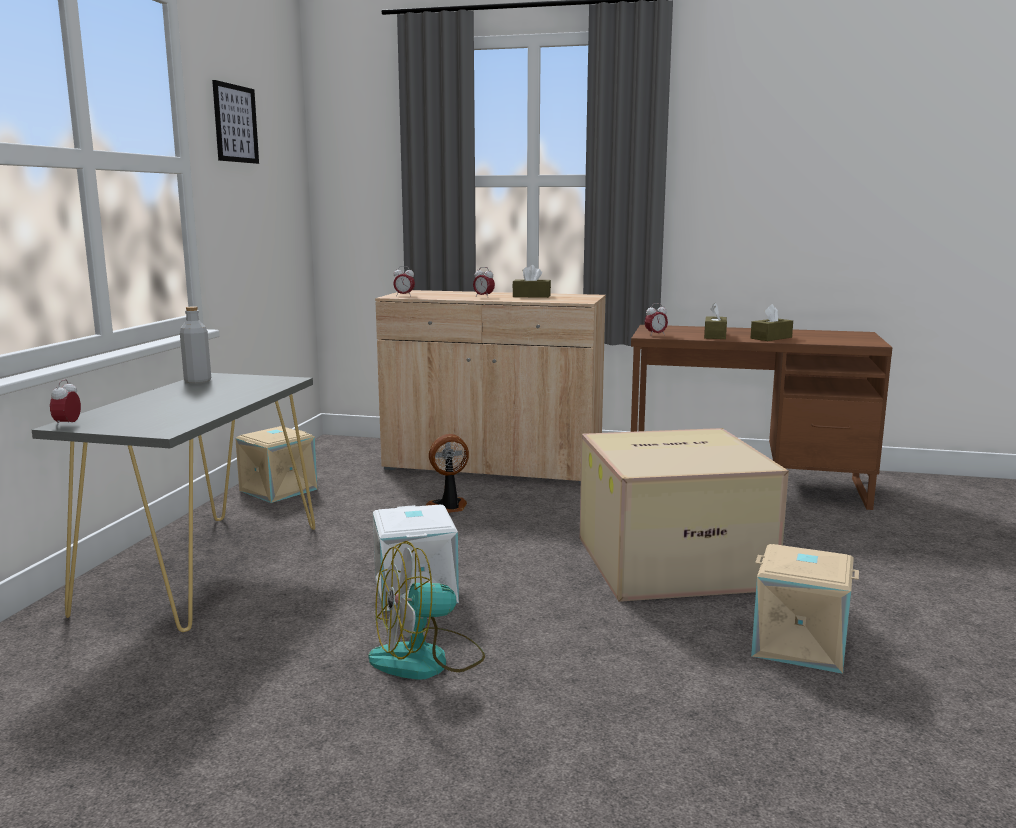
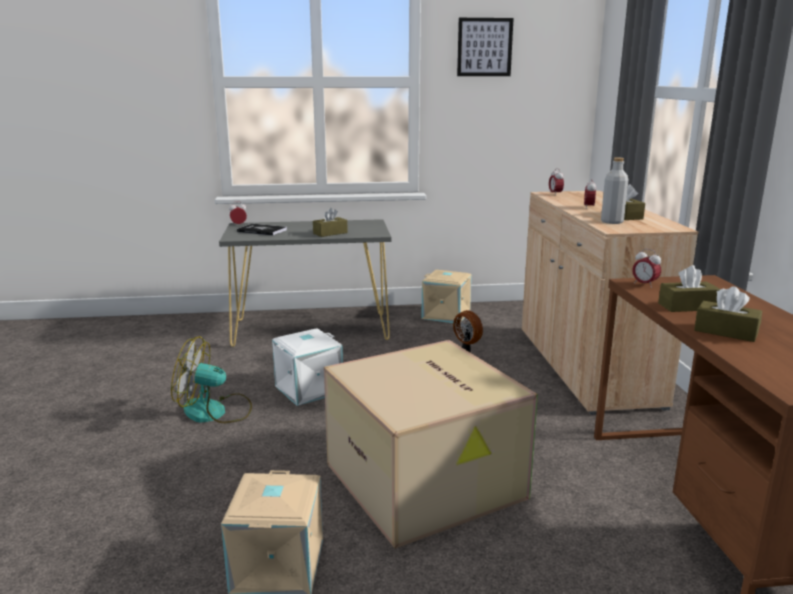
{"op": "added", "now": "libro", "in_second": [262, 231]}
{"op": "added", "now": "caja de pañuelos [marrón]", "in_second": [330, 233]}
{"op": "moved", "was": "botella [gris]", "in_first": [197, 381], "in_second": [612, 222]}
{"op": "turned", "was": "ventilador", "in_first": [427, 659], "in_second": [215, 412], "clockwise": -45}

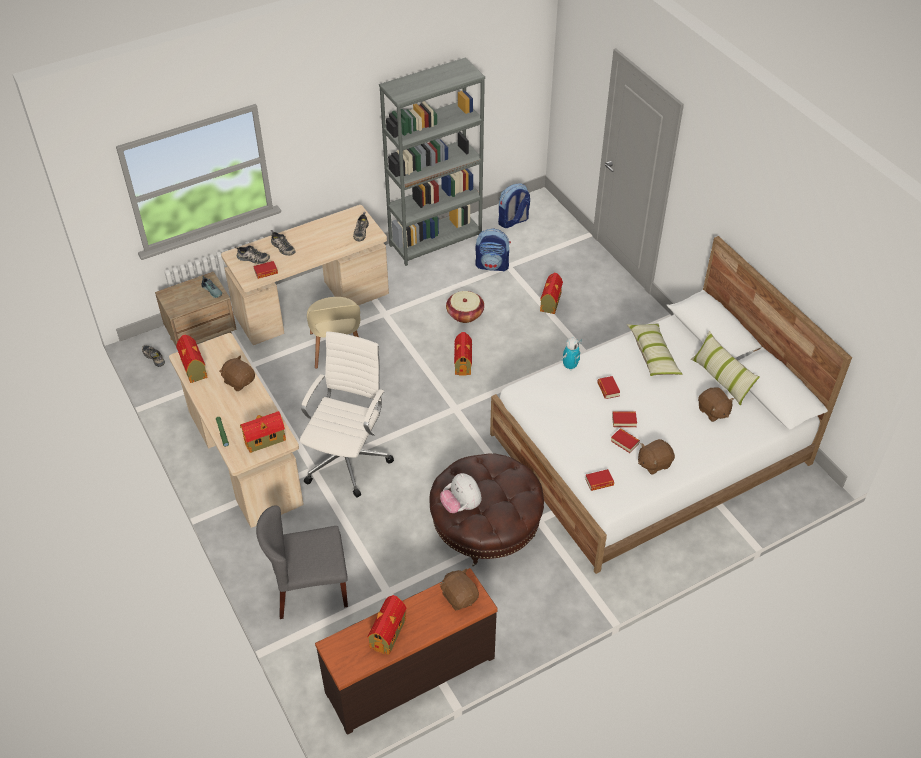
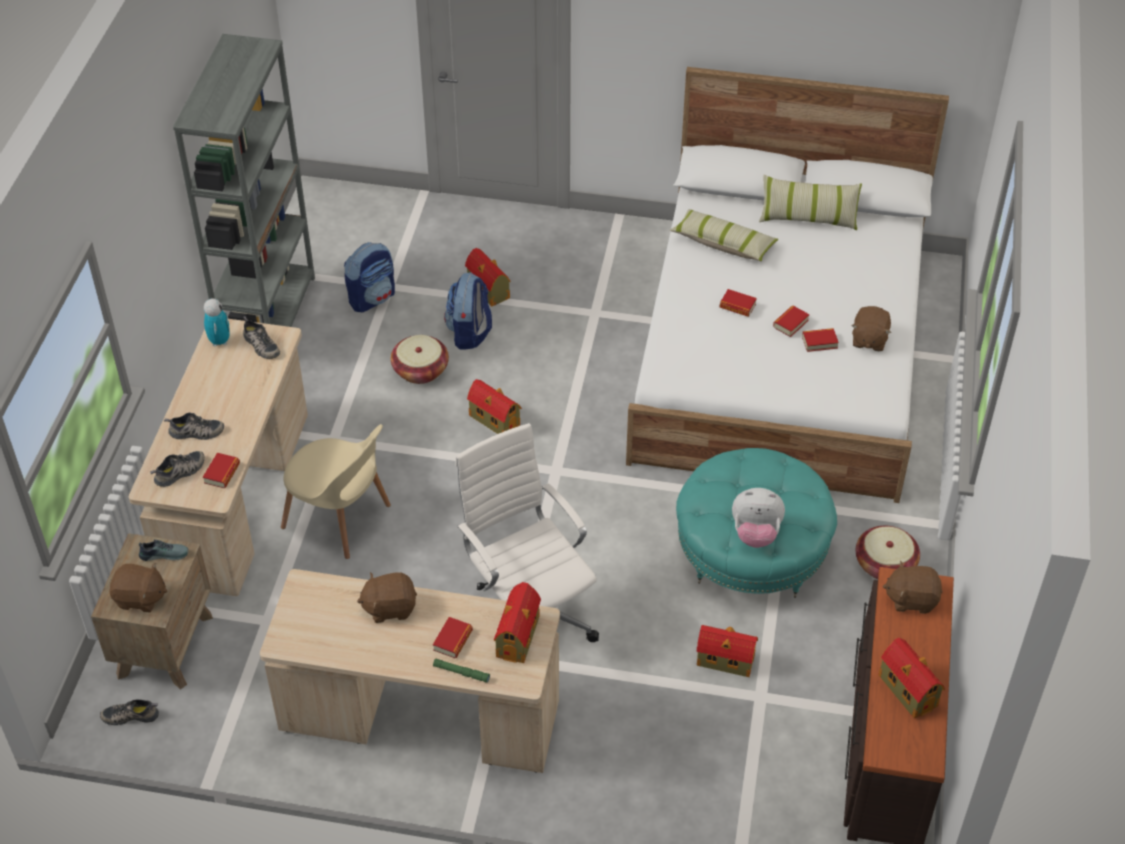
{"op": "removed", "was": "silla [gris]", "in_first": [310, 589]}
{"op": "added", "now": "cesta", "in_second": [884, 564]}
{"op": "moved", "was": "casita", "in_first": [194, 369], "in_second": [726, 661]}
{"op": "moved", "was": "mochila", "in_first": [513, 221], "in_second": [470, 333]}
{"op": "moved", "was": "robot de juguete", "in_first": [570, 366], "in_second": [219, 341]}
{"op": "moved", "was": "libro", "in_first": [599, 482], "in_second": [453, 640]}
{"op": "moved", "was": "peluche [marrón]", "in_first": [713, 411], "in_second": [140, 598]}
{"op": "recoloured", "was": "puf [marrón]", "now": "puf [turquesa]", "in_first": [486, 526], "in_second": [751, 551]}

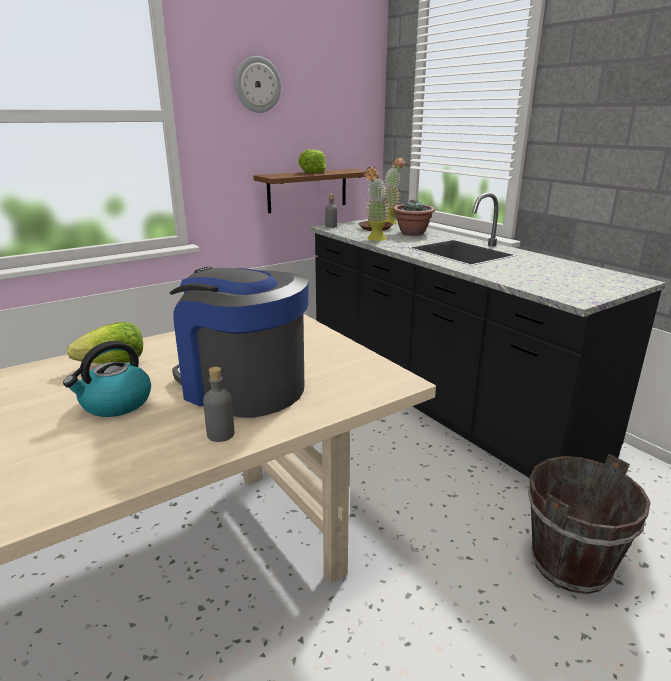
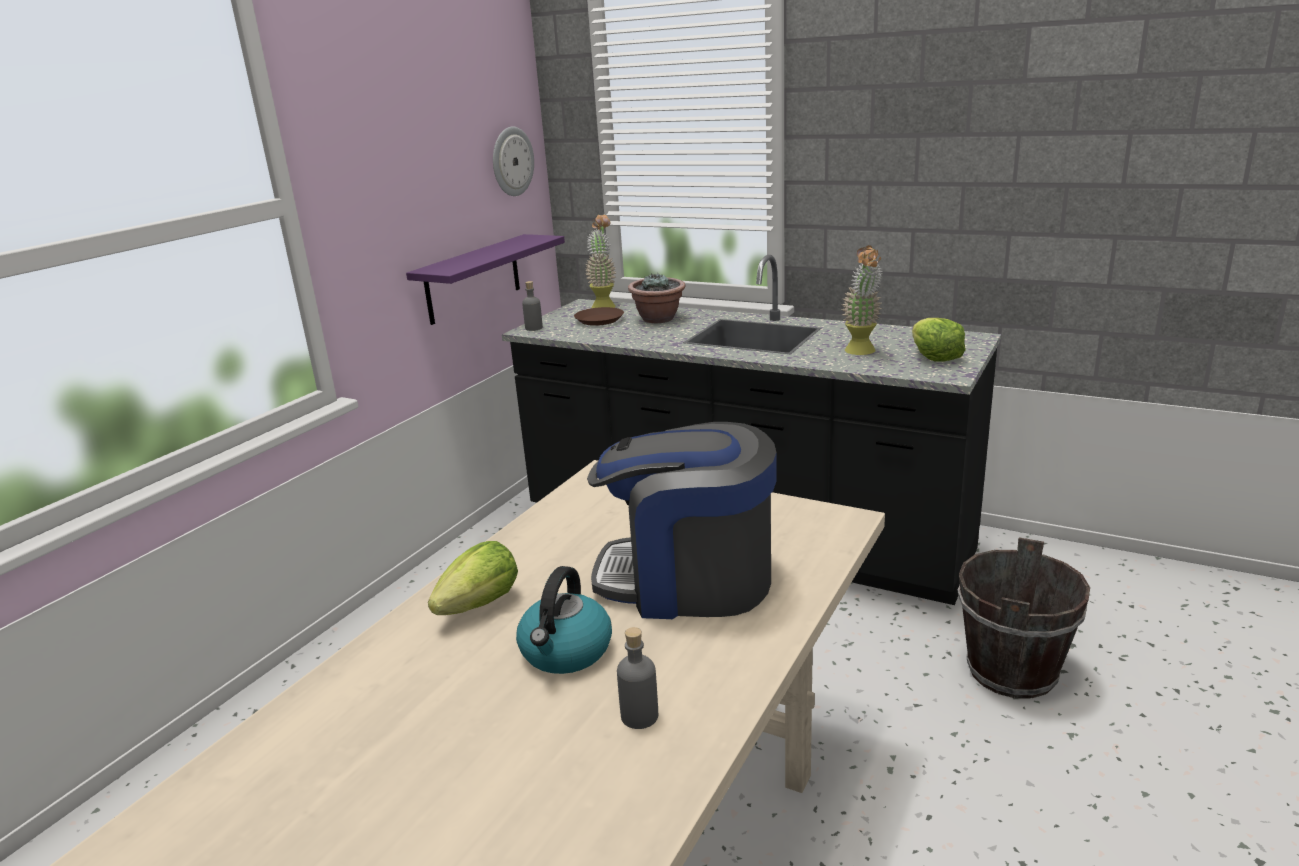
{"op": "moved", "was": "botella [gris]", "in_first": [220, 434], "in_second": [639, 716]}
{"op": "moved", "was": "reloj de pared", "in_first": [257, 85], "in_second": [512, 161]}
{"op": "moved", "was": "lechuga", "in_first": [313, 172], "in_second": [934, 357]}
{"op": "moved", "was": "planta en maceta", "in_first": [375, 239], "in_second": [862, 353]}
{"op": "recoloured", "was": "estante [marrón]", "now": "estante [morado]", "in_first": [307, 190], "in_second": [473, 279]}

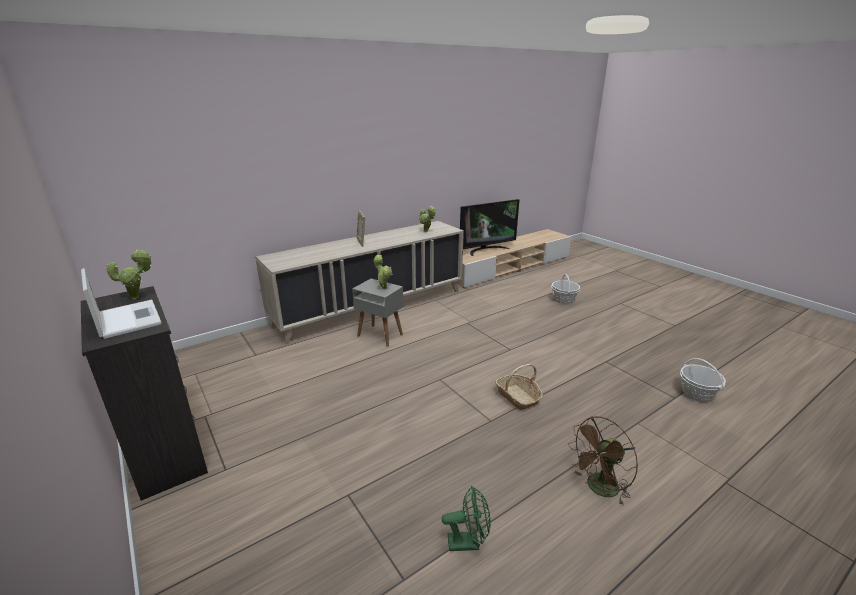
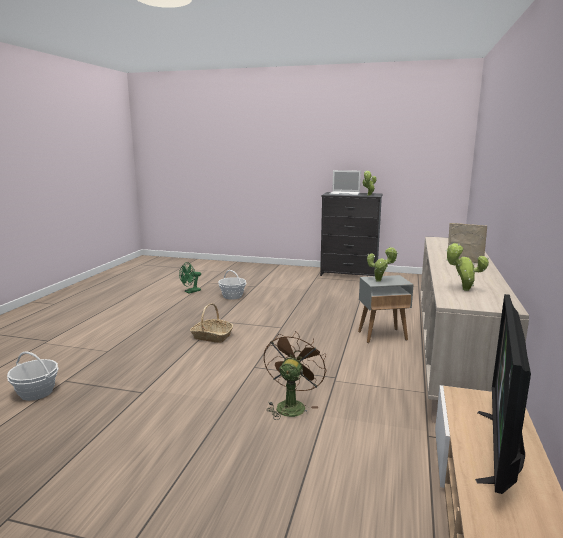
{"op": "moved", "was": "cesta", "in_first": [563, 300], "in_second": [232, 296]}
{"op": "moved", "was": "ventilador [marrón]", "in_first": [599, 489], "in_second": [291, 405]}

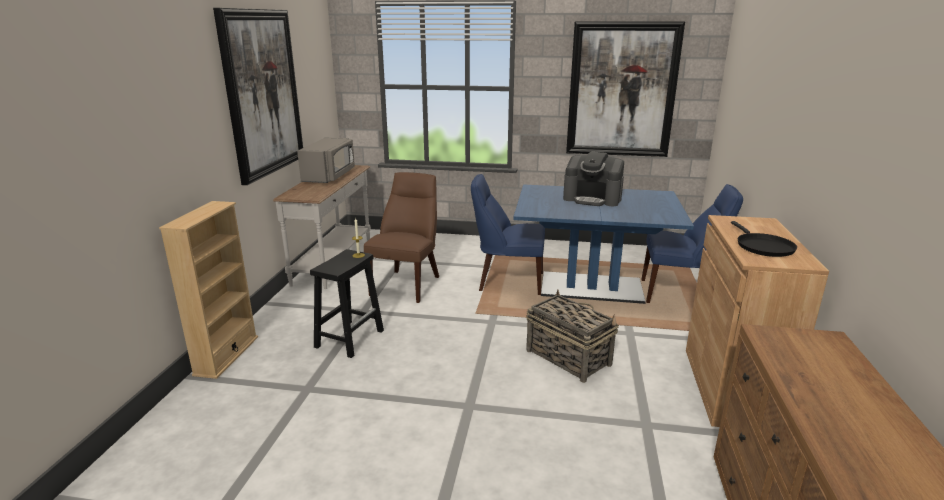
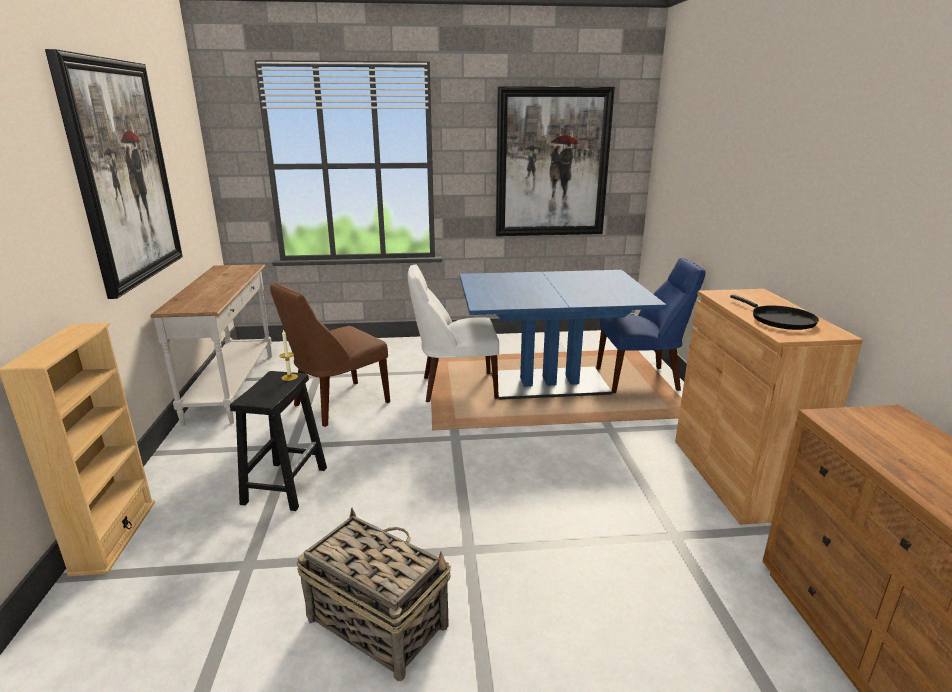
{"op": "removed", "was": "microondas [gris]", "in_first": [330, 176]}
{"op": "removed", "was": "cafetera", "in_first": [592, 199]}
{"op": "moved", "was": "cesta", "in_first": [567, 357], "in_second": [376, 621]}
{"op": "recoloured", "was": "silla [azul]", "now": "silla [blanco]", "in_first": [507, 282], "in_second": [455, 387]}
{"op": "turned", "was": "silla [marrón]", "in_first": [407, 284], "in_second": [337, 405], "clockwise": -135}

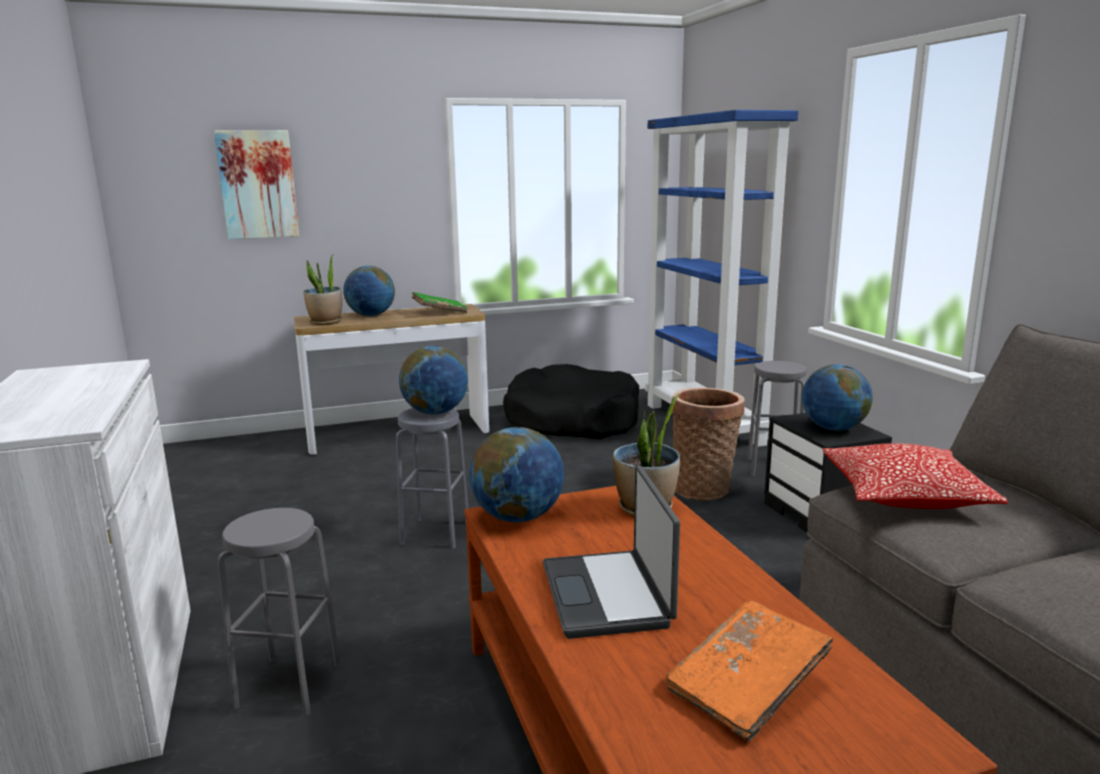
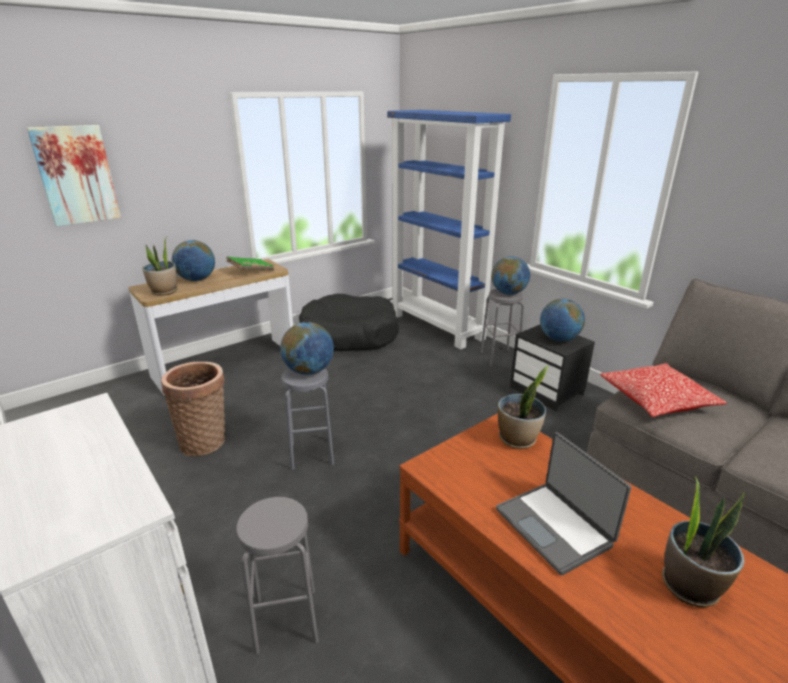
{"op": "moved", "was": "globo terráqueo", "in_first": [518, 517], "in_second": [508, 293]}
{"op": "moved", "was": "cesta", "in_first": [703, 488], "in_second": [205, 441]}
{"op": "replaced", "was": "libro [naranja]", "now": "planta en maceta", "in_first": [747, 687], "in_second": [690, 585]}

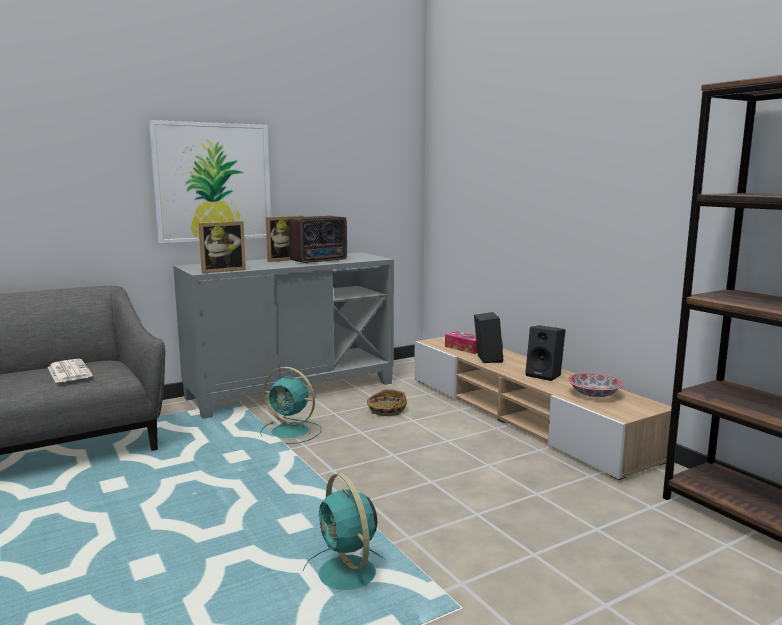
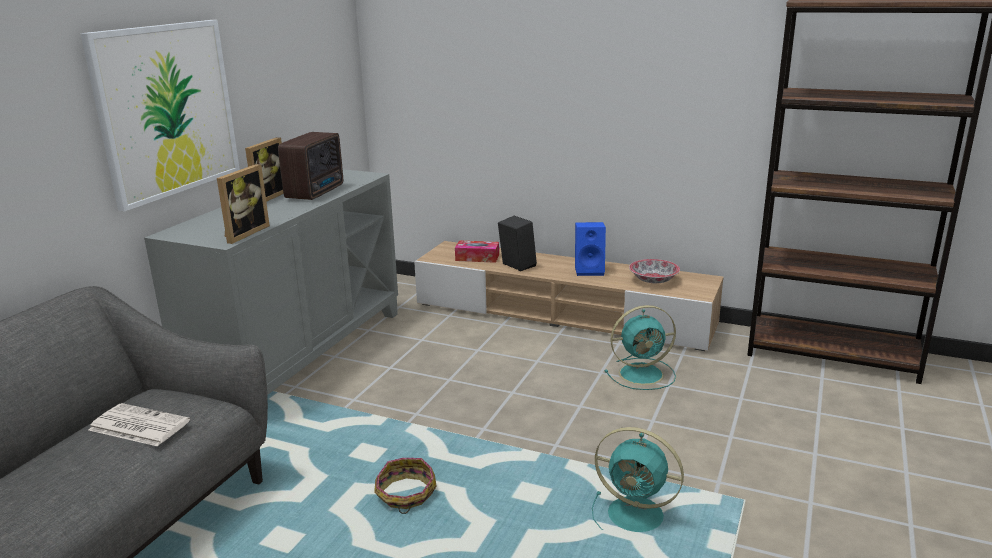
{"op": "moved", "was": "ventilador [turquesa]", "in_first": [291, 432], "in_second": [643, 374]}
{"op": "moved", "was": "cesta", "in_first": [386, 410], "in_second": [405, 495]}
{"op": "recoloured", "was": "altavoz [negro]", "now": "altavoz [azul]", "in_first": [545, 375], "in_second": [590, 270]}

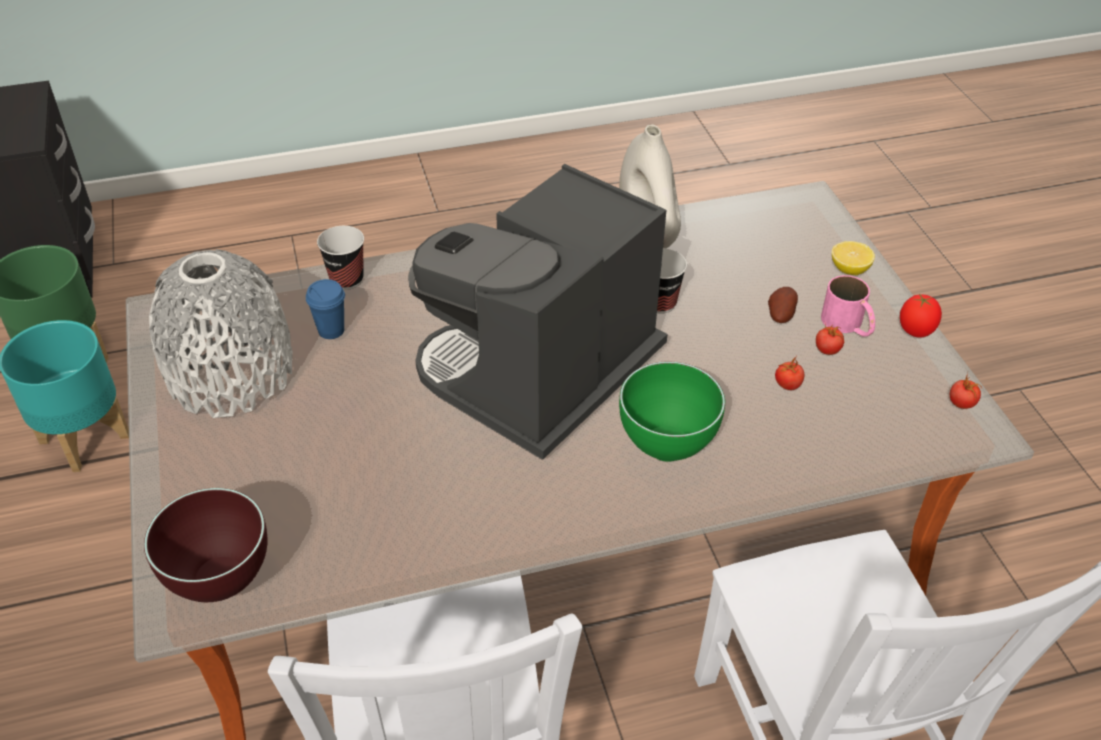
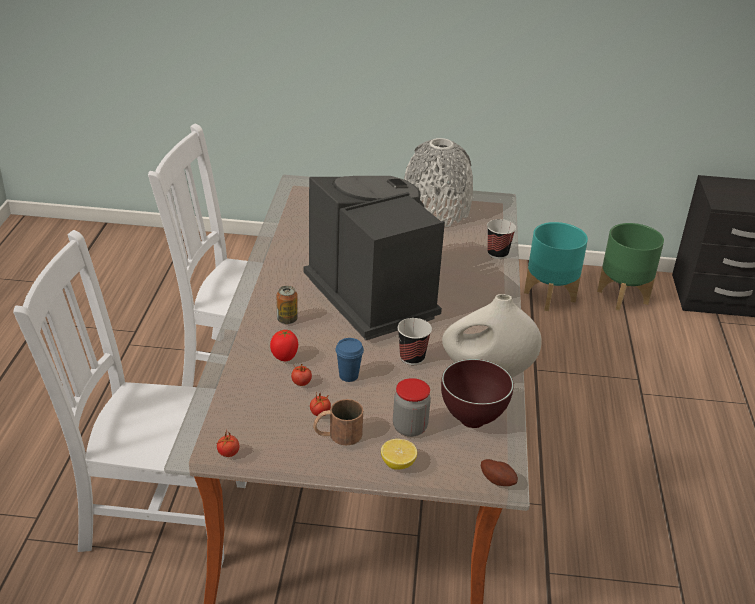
{"op": "added", "now": "tarro", "in_second": [409, 427]}
{"op": "moved", "was": "cuenco [marrón]", "in_first": [222, 585], "in_second": [470, 420]}
{"op": "moved", "was": "taza [azul]", "in_first": [331, 330], "in_second": [348, 376]}
{"op": "moved", "was": "patata", "in_first": [780, 315], "in_second": [498, 480]}
{"op": "moved", "was": "tomate", "in_first": [915, 332], "in_second": [284, 358]}
{"op": "replaced", "was": "cuenco [verde]", "now": "lata", "in_first": [663, 449], "in_second": [287, 320]}
{"op": "recoloured", "was": "taza grande [rosa]", "now": "taza grande [marrón]", "in_first": [848, 325], "in_second": [337, 434]}

